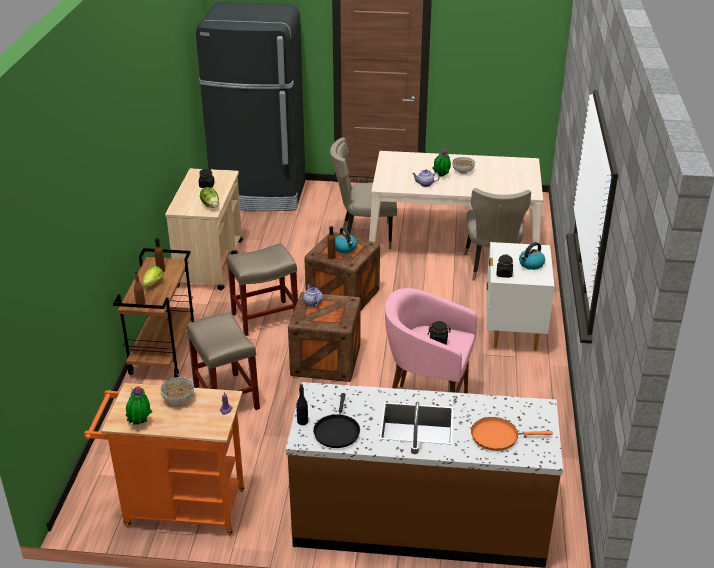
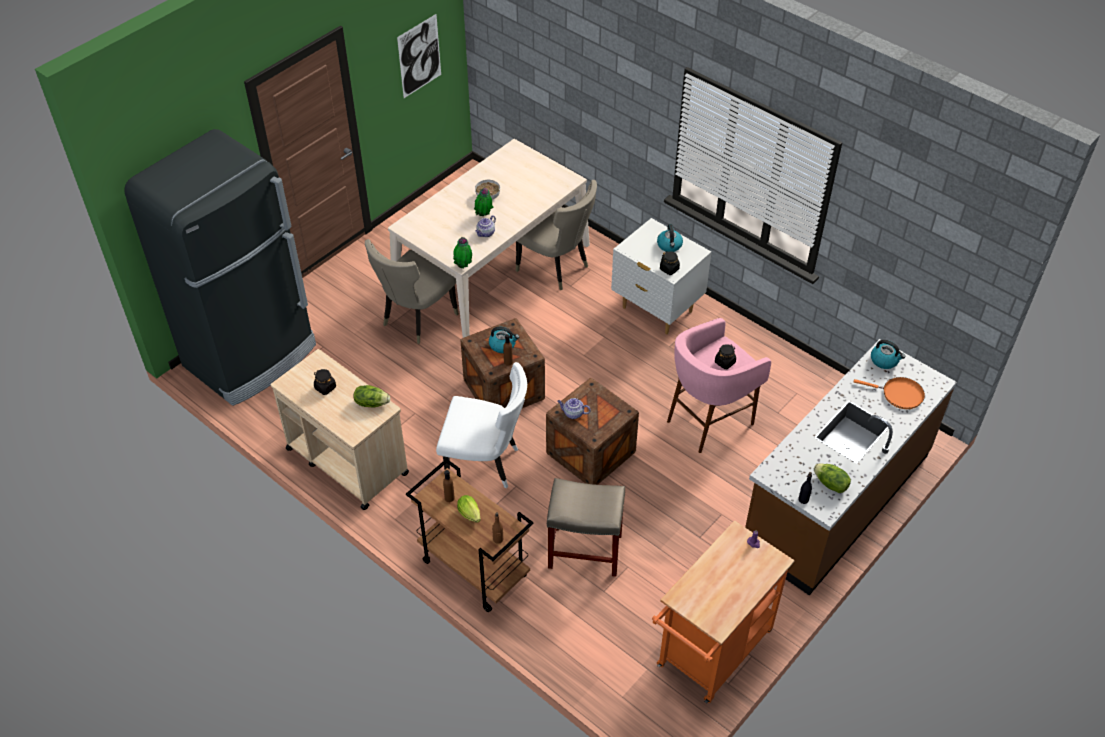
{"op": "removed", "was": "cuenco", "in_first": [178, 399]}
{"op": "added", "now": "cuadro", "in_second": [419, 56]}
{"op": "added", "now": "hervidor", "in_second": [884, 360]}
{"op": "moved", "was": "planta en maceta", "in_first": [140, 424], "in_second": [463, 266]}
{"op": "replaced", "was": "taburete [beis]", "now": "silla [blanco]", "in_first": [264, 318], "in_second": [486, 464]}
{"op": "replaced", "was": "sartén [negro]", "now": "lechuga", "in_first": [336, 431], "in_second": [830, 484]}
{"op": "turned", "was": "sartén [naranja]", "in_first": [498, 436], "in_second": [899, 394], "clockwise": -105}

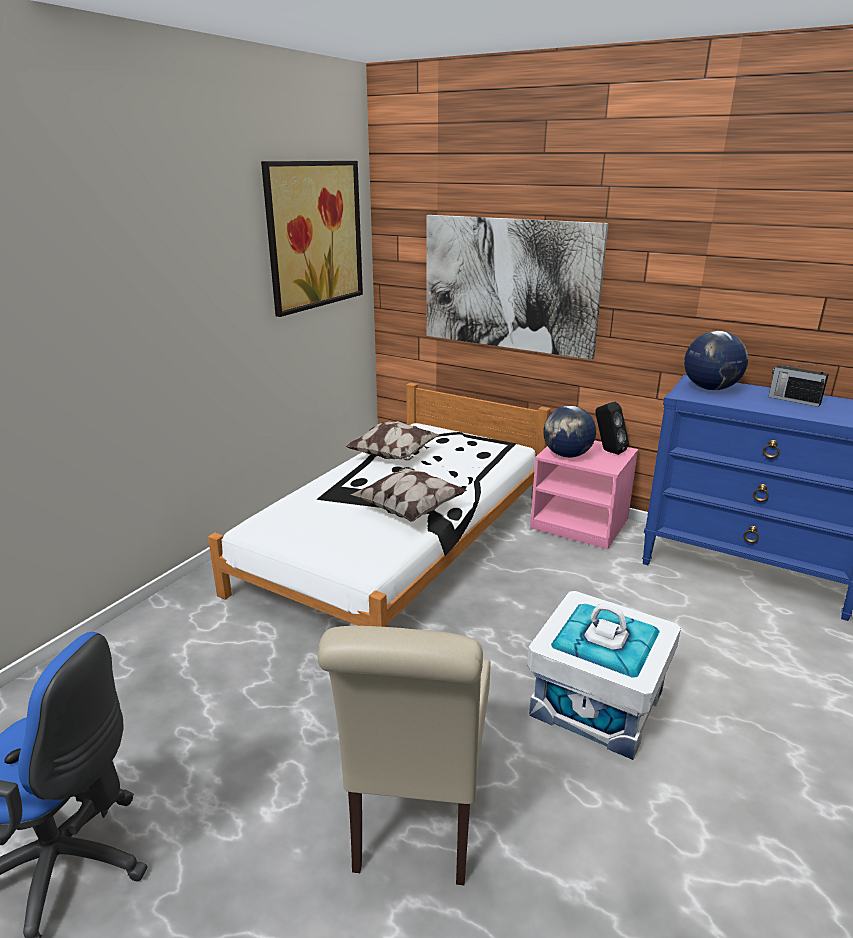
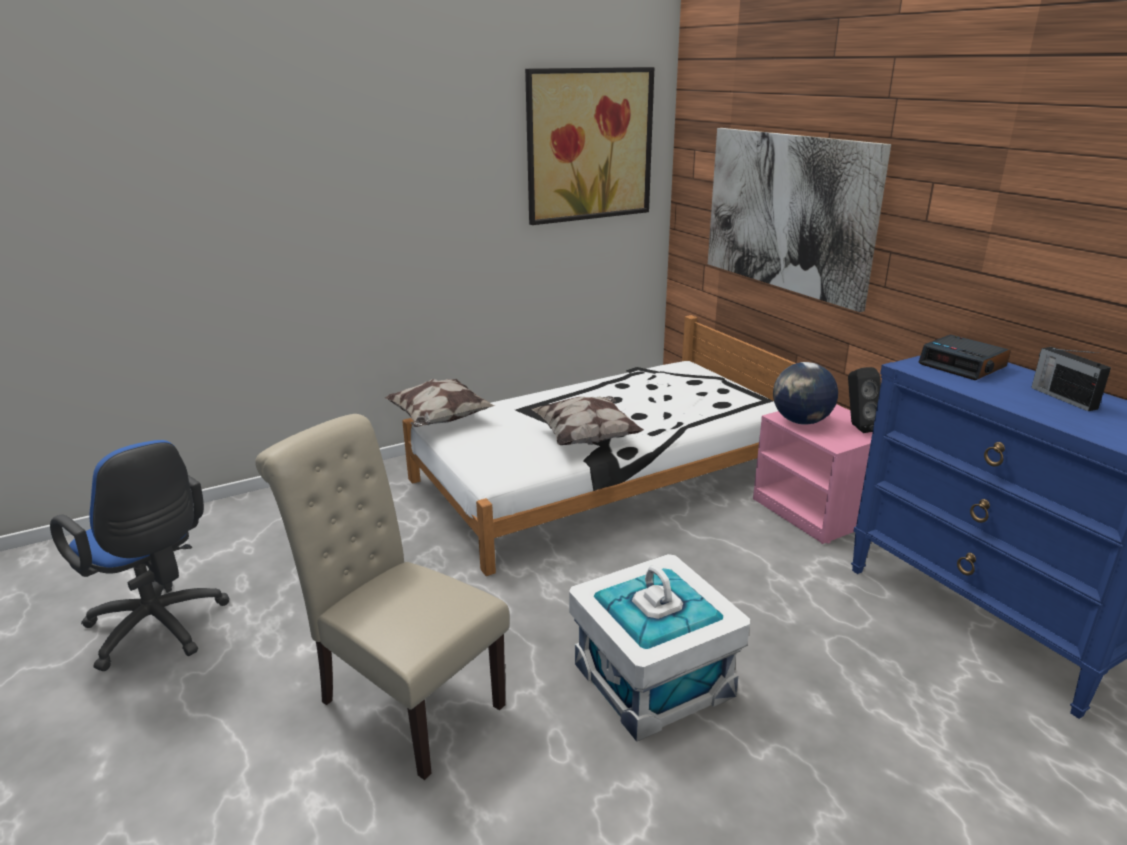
{"op": "moved", "was": "cojín", "in_first": [394, 456], "in_second": [439, 420]}
{"op": "replaced", "was": "globo terráqueo", "now": "despertador", "in_first": [711, 389], "in_second": [963, 366]}
{"op": "turned", "was": "silla [beis]", "in_first": [416, 815], "in_second": [402, 699], "clockwise": 90}

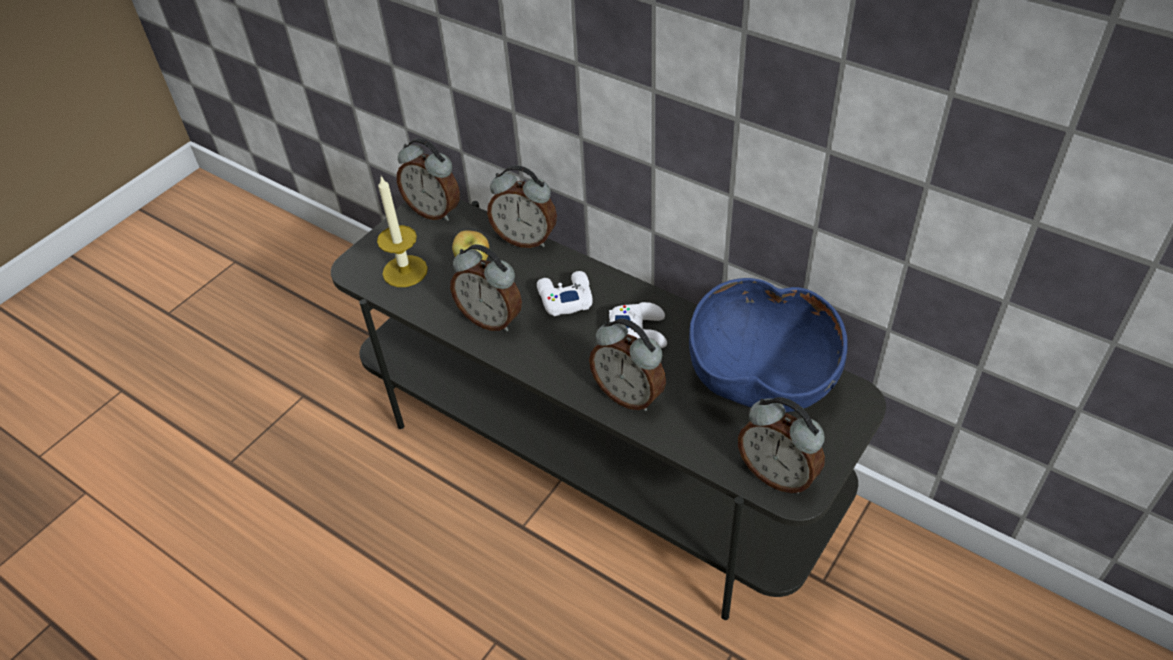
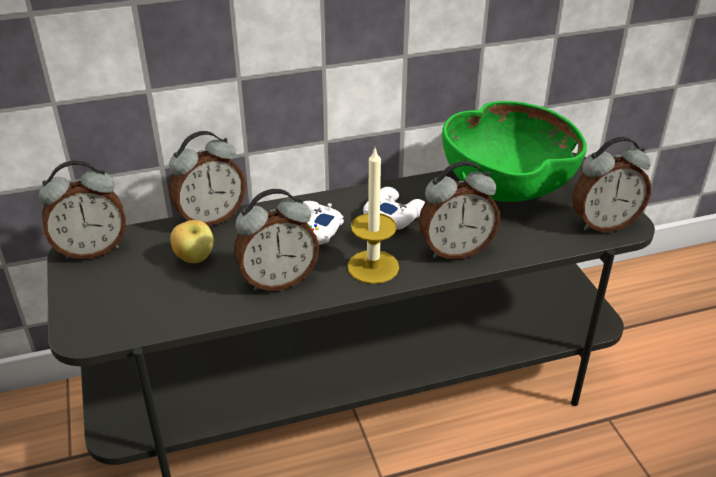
{"op": "moved", "was": "vela", "in_first": [405, 271], "in_second": [373, 267]}
{"op": "recoloured", "was": "cuenco [azul]", "now": "cuenco [verde]", "in_first": [762, 377], "in_second": [506, 186]}

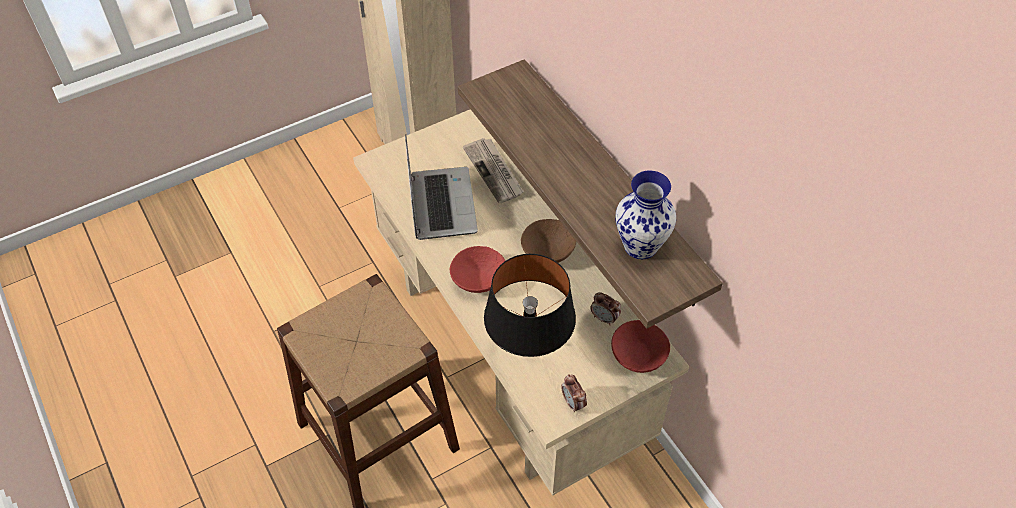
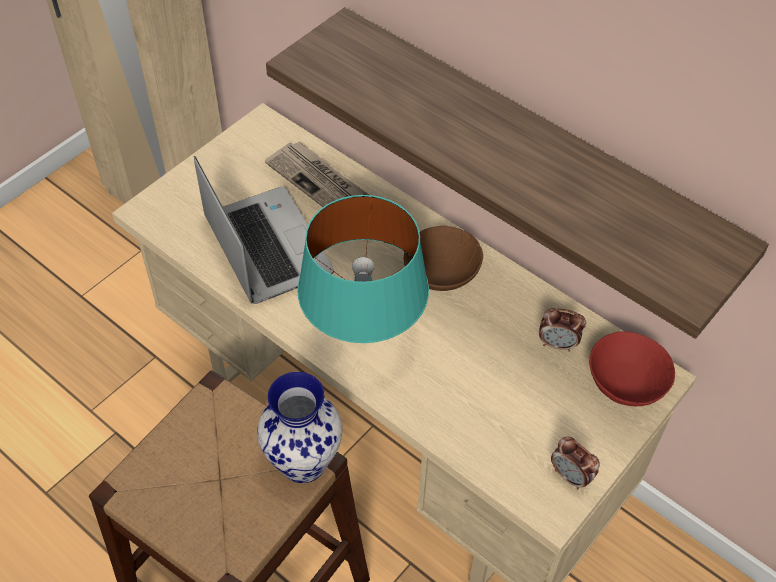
{"op": "removed", "was": "lámpara de mesa [negro]", "in_first": [528, 349]}
{"op": "moved", "was": "florero", "in_first": [641, 246], "in_second": [304, 463]}
{"op": "replaced", "was": "cuenco [rojo]", "now": "lámpara de mesa [turquesa]", "in_first": [479, 280], "in_second": [363, 338]}

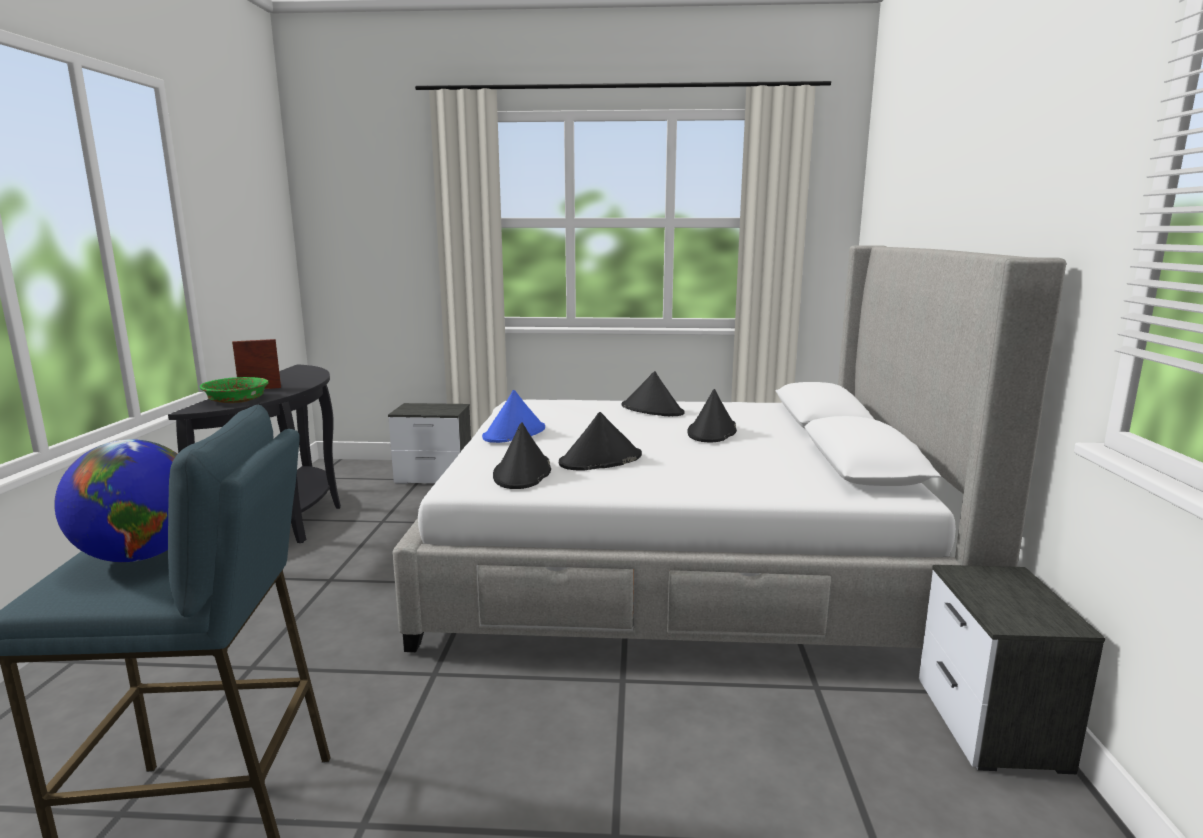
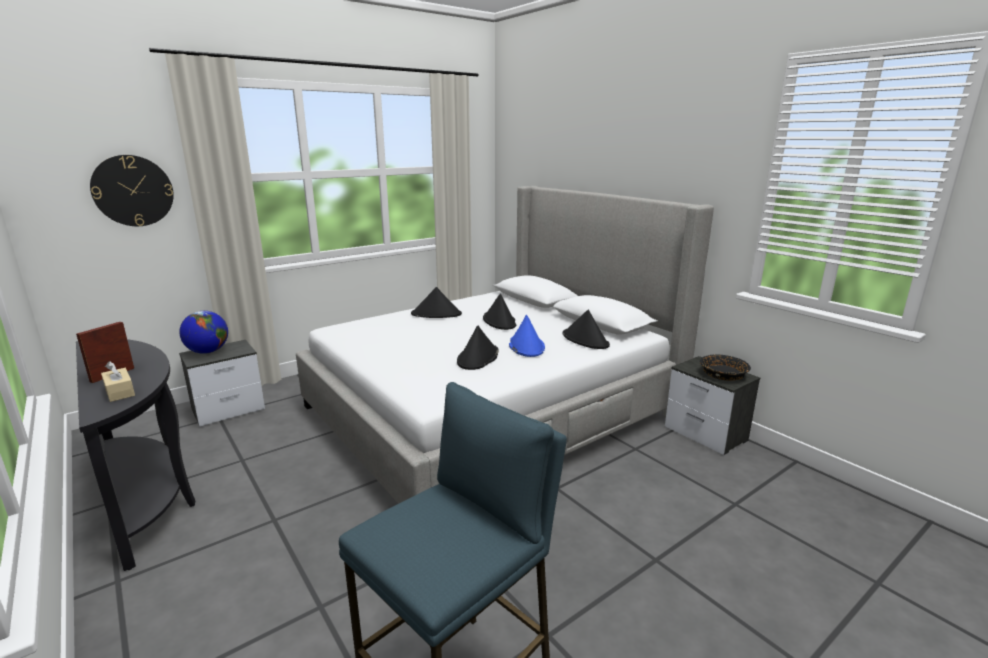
{"op": "added", "now": "reloj de pared", "in_second": [133, 191]}
{"op": "added", "now": "cuenco [negro]", "in_second": [722, 375]}
{"op": "moved", "was": "globo terráqueo", "in_first": [141, 556], "in_second": [208, 351]}
{"op": "moved", "was": "sombrero [azul]", "in_first": [514, 433], "in_second": [526, 346]}
{"op": "moved", "was": "sombrero [negro]", "in_first": [522, 473], "in_second": [585, 340]}
{"op": "replaced", "was": "cuenco [verde]", "now": "caja de pañuelos [beis]", "in_first": [236, 400], "in_second": [120, 392]}

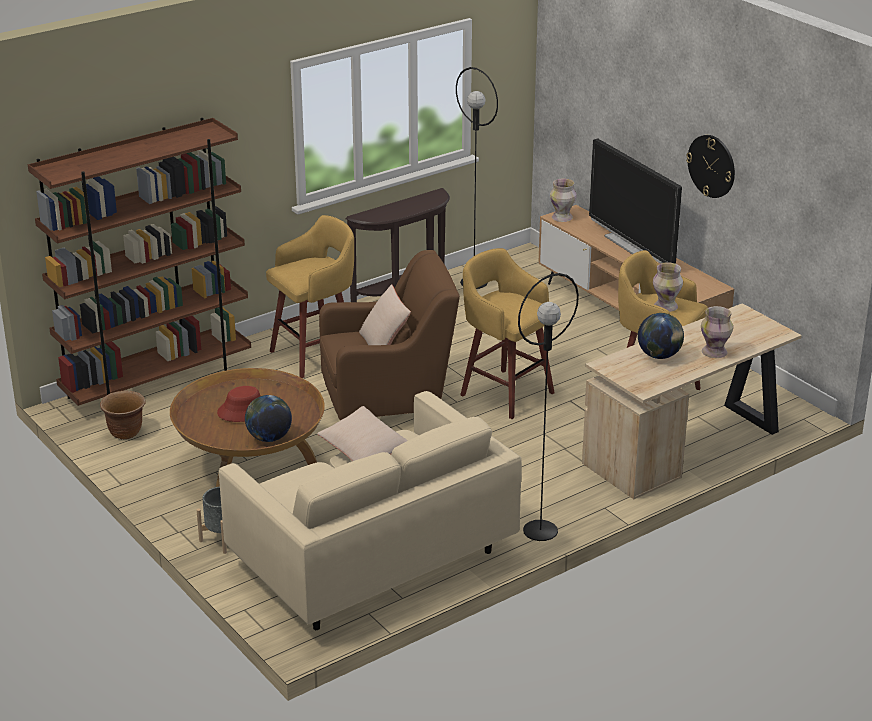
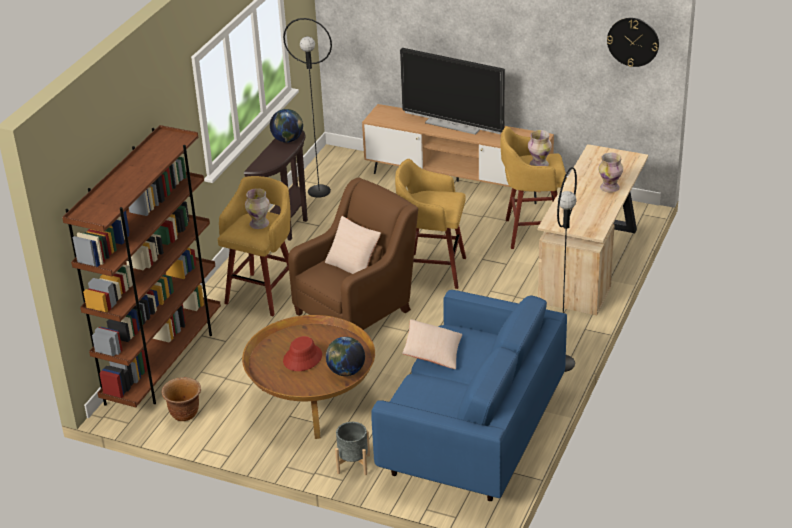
{"op": "moved", "was": "florero", "in_first": [562, 218], "in_second": [259, 224]}
{"op": "moved", "was": "globo terráqueo", "in_first": [659, 356], "in_second": [287, 140]}
{"op": "moved", "was": "reloj de pared", "in_first": [711, 166], "in_second": [633, 41]}
{"op": "recoloured", "was": "sofá [beis]", "now": "sofá [azul]", "in_first": [371, 557], "in_second": [471, 432]}

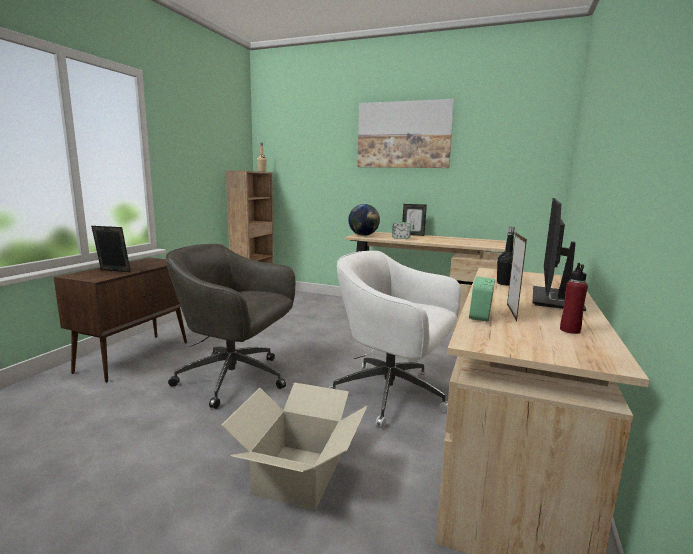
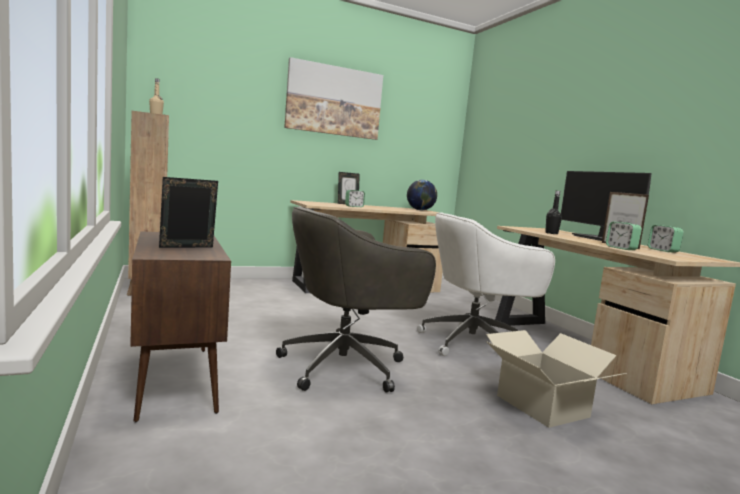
{"op": "moved", "was": "globo terráqueo", "in_first": [363, 235], "in_second": [420, 210]}
{"op": "replaced", "was": "botella [rojo]", "now": "despertador", "in_first": [570, 330], "in_second": [663, 250]}

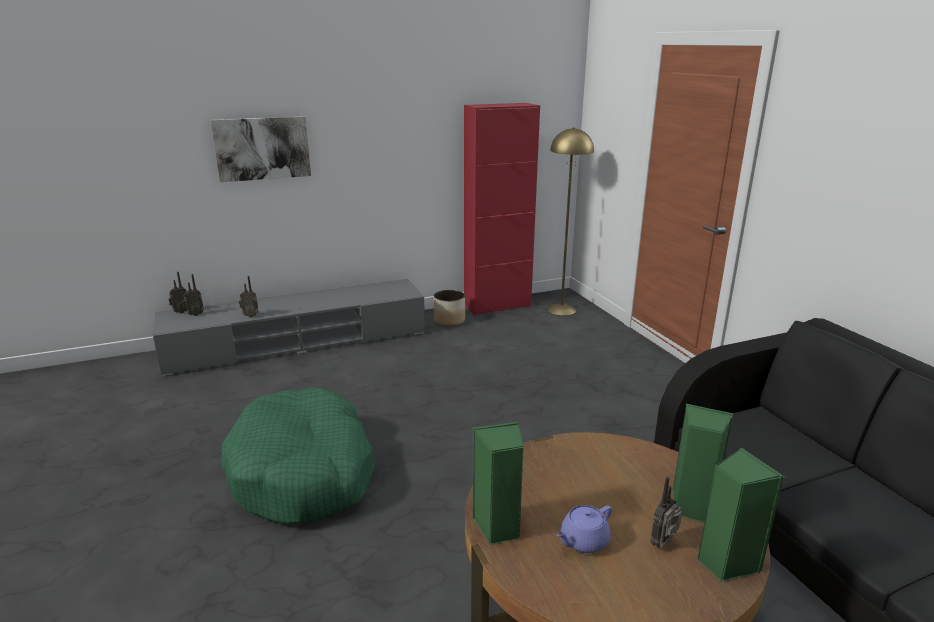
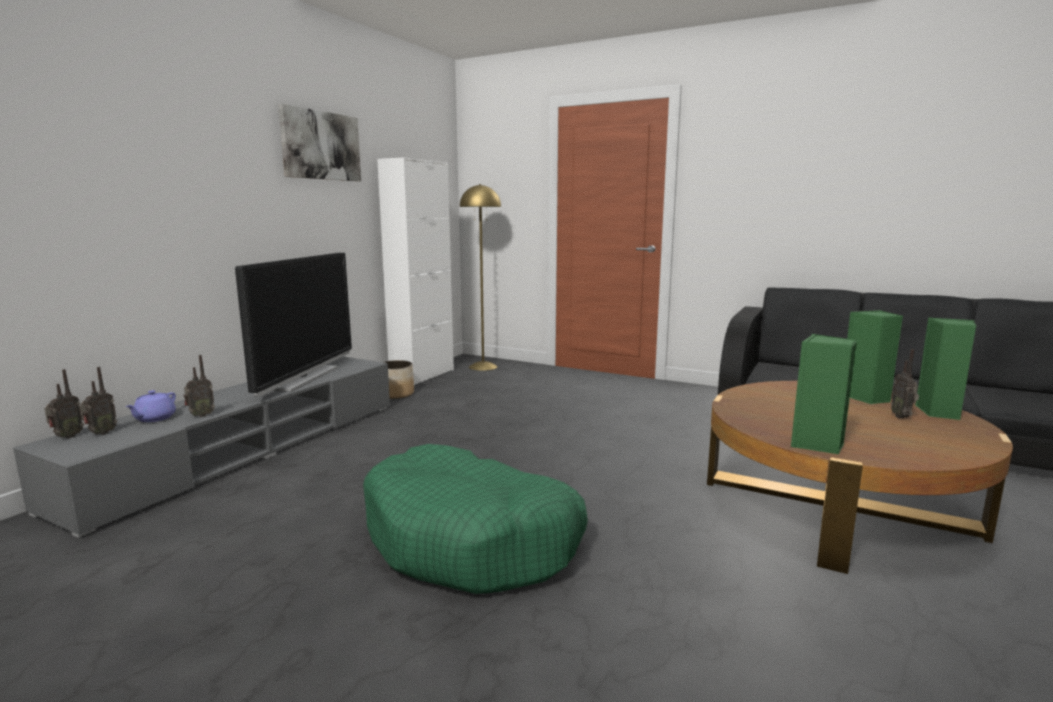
{"op": "added", "now": "televisor", "in_second": [303, 378]}
{"op": "moved", "was": "cuadro", "in_first": [262, 148], "in_second": [321, 145]}
{"op": "moved", "was": "tetera [morado]", "in_first": [583, 541], "in_second": [154, 418]}
{"op": "recoloured", "was": "armario [rojo]", "now": "armario [blanco]", "in_first": [497, 306], "in_second": [422, 375]}

